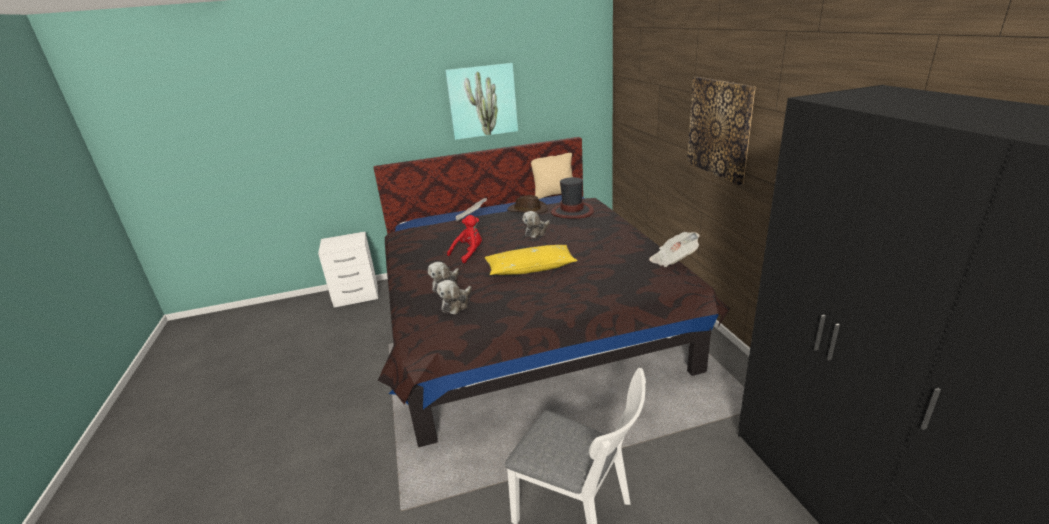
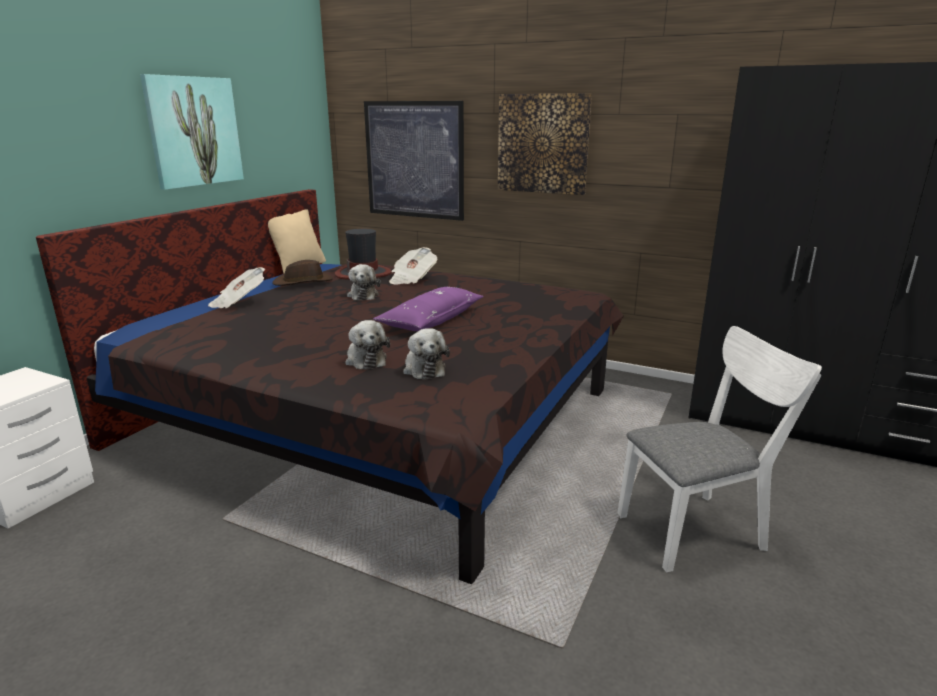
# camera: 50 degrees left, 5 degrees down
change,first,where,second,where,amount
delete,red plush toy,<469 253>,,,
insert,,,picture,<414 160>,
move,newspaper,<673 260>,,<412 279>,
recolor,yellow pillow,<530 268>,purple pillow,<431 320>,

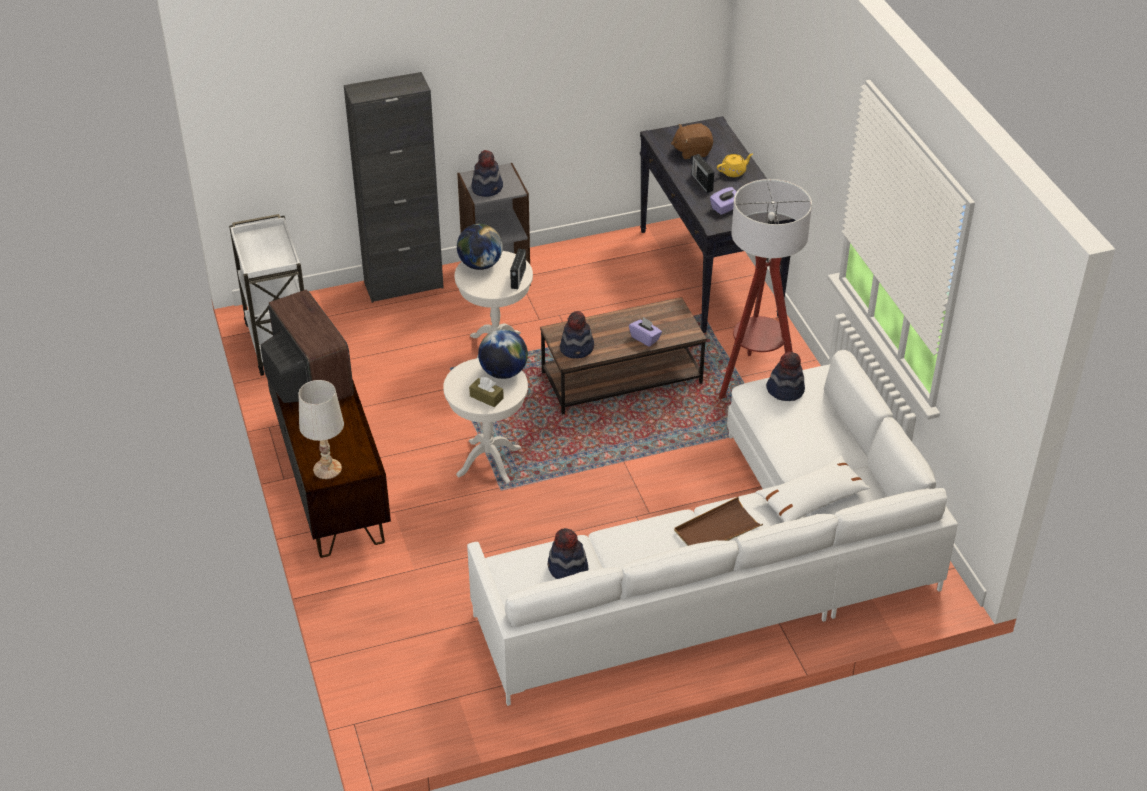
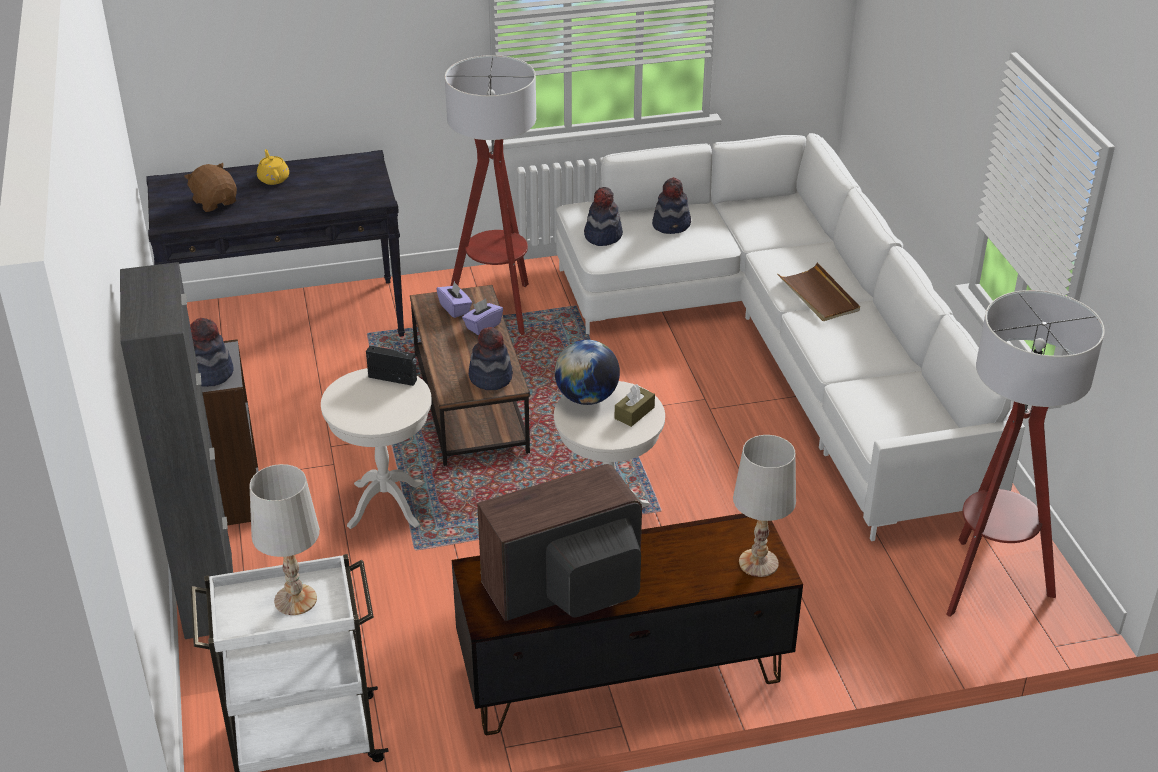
# camera: 85 degrees left, 5 degrees down
change,first,where,second,where,amount
delete,globe,<480 265>,,,
delete,radio,<702 182>,,,
delete,white pillow,<812 498>,,,
insert,,,white table lamp,<295 599>,
insert,,,floor lamp,<987 583>,
move,hat,<567 569>,,<672 225>,
move,purple tissue box,<725 208>,,<455 309>,
rotate,brown plush toy,<692 151>,,<215 202>,150 degrees clockwise

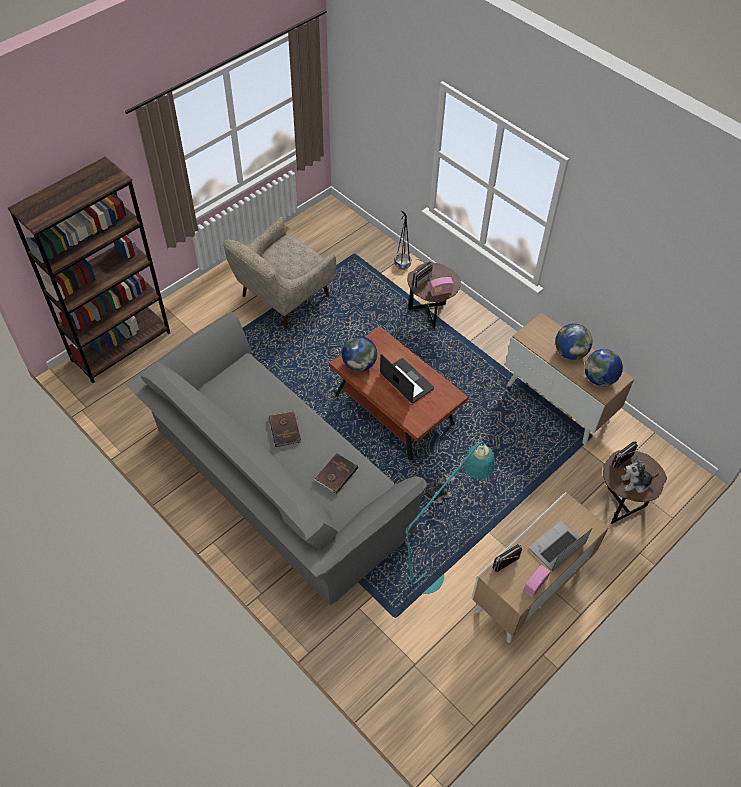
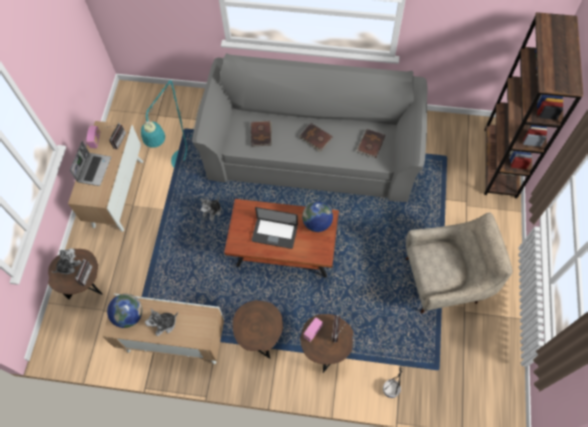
# camera: 145 degrees right, 10 degrees up
change,first,where,second,where,amount
insert,,,brown side table,<260 338>,
insert,,,brown book,<370 144>,
replace,globe,<570 353>,plush toy,<164 324>,
rotate,beige armchair,<282 298>,,<445 280>,75 degrees clockwise

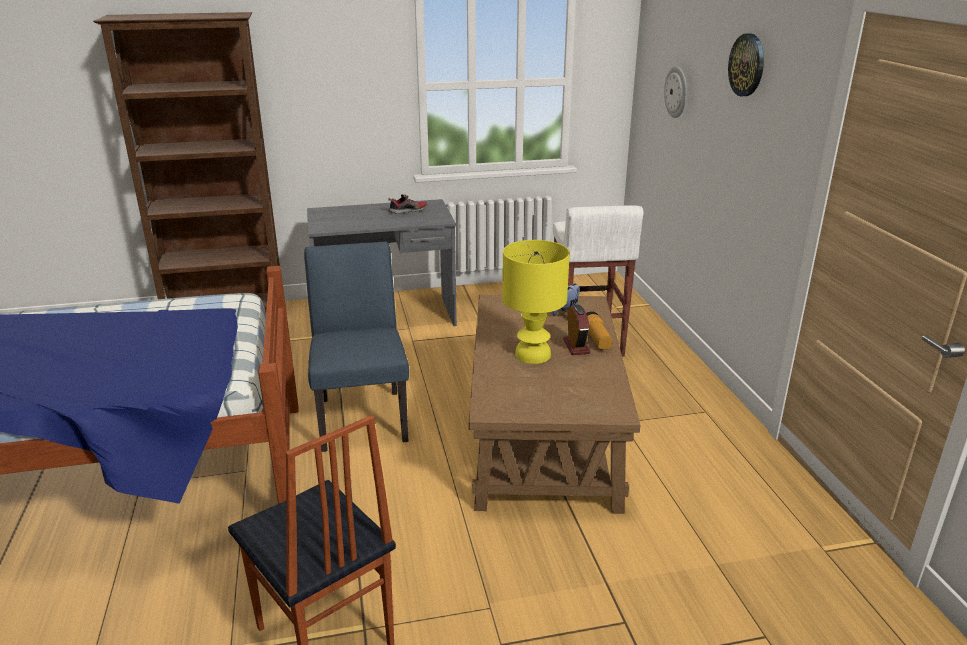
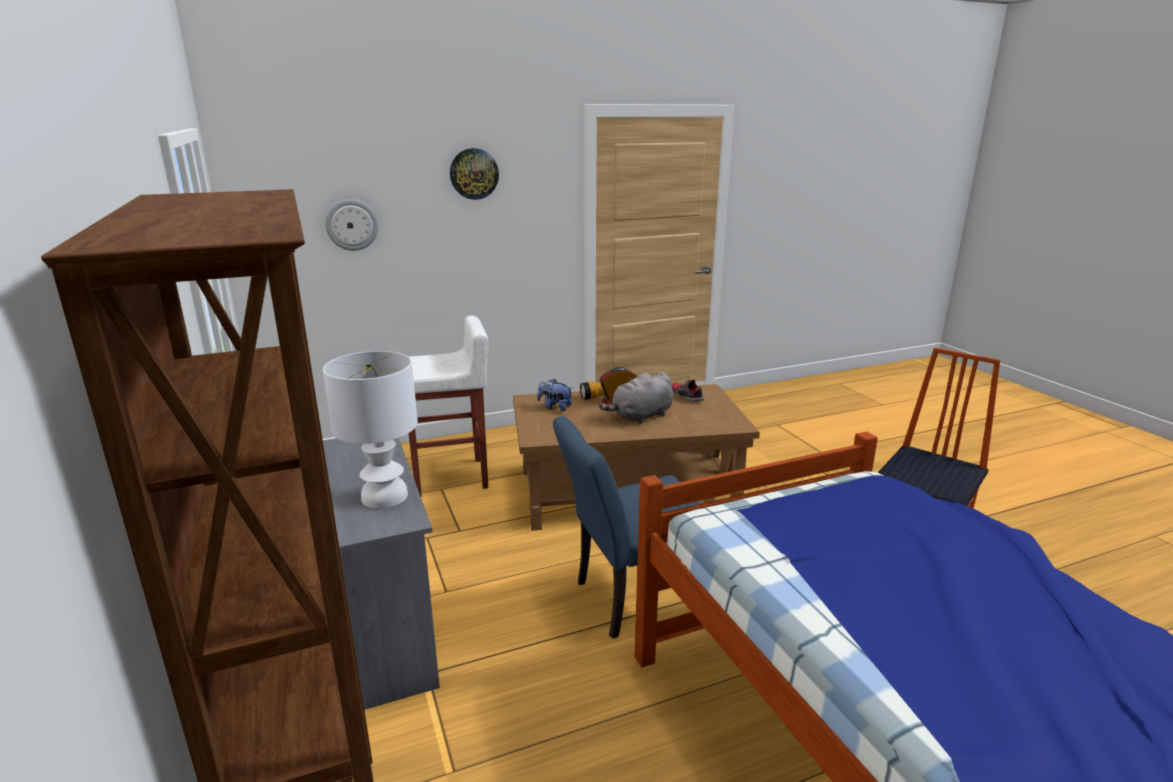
# camera: 100 degrees left, 5 degrees down
change,first,where,second,where,amount
insert,,,white table lamp,<383 496>,
move,shoe,<408 211>,,<686 396>,
replace,yellow table lamp,<532 354>,grey plush toy,<640 417>,

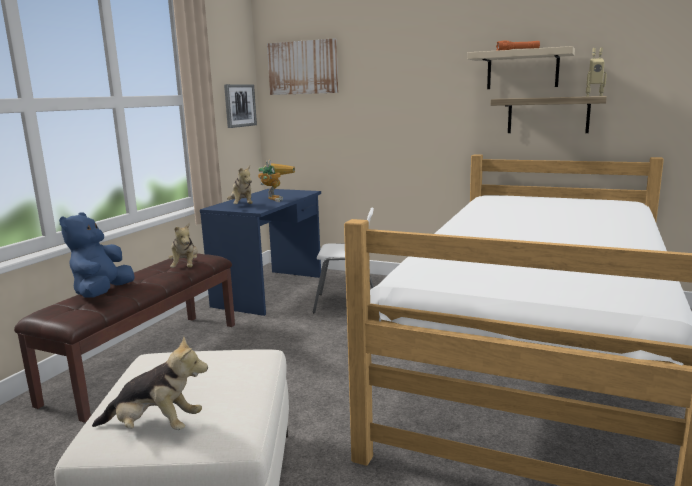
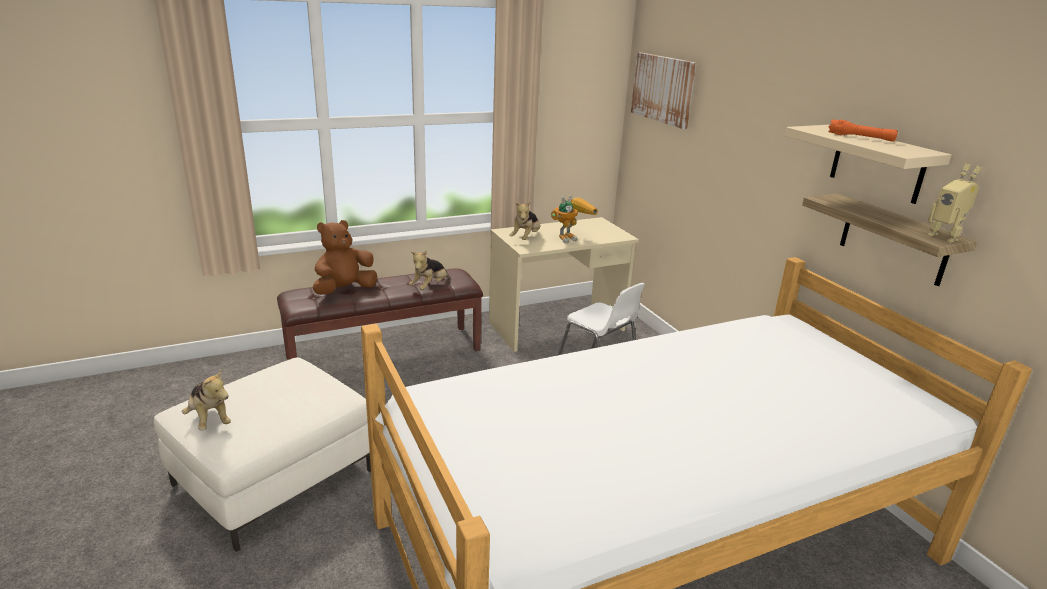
# camera: 40 degrees right, 10 degrees up
change,first,where,second,where,amount
delete,picture,<239 105>,,,
recolor,blue plush toy,<102 294>,brown plush toy,<344 290>,
recolor,blue desk,<270 291>,beige desk,<557 327>,

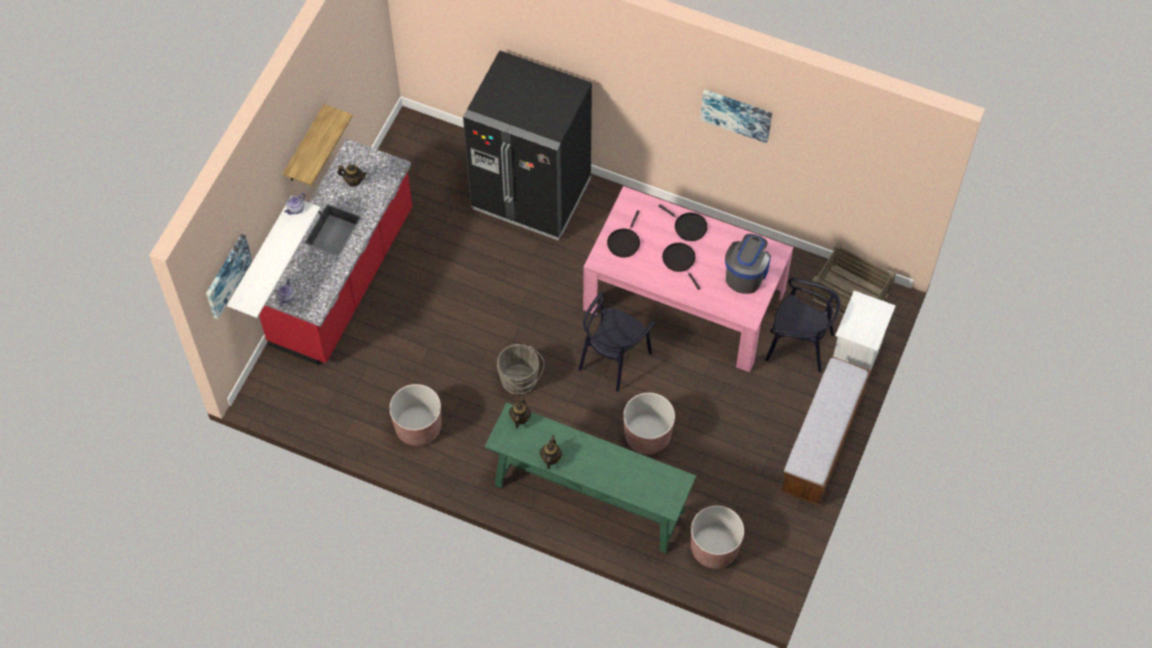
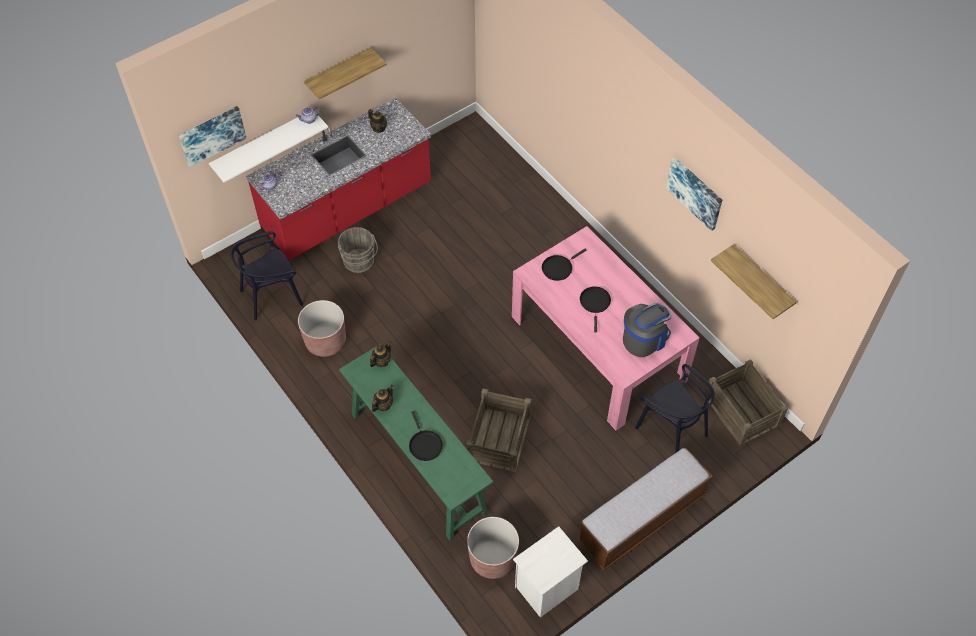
# camera: 30 degrees right, 5 degrees down
change,first,where,second,where,amount
delete,black fridge,<531 195>,,,
insert,,,shelf,<762 280>,
move,grey bucket,<520 381>,,<359 262>,
move,black chair,<613 358>,,<271 295>,
move,black frying pan,<688 227>,,<424 444>,
move,white nightstand,<857 355>,,<547 588>,
replace,brown planter,<647 435>,crate,<498 438>,

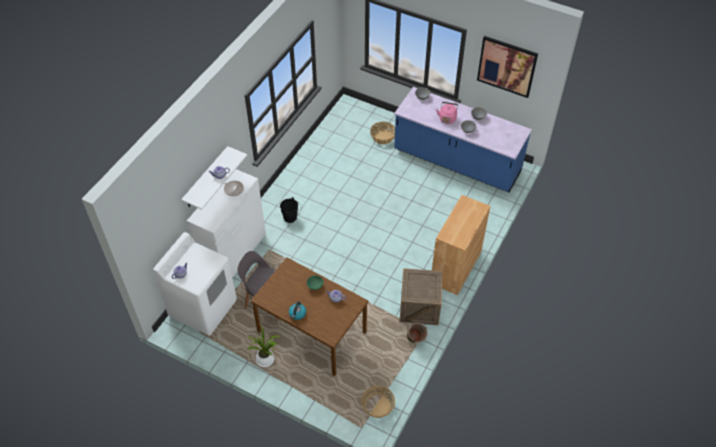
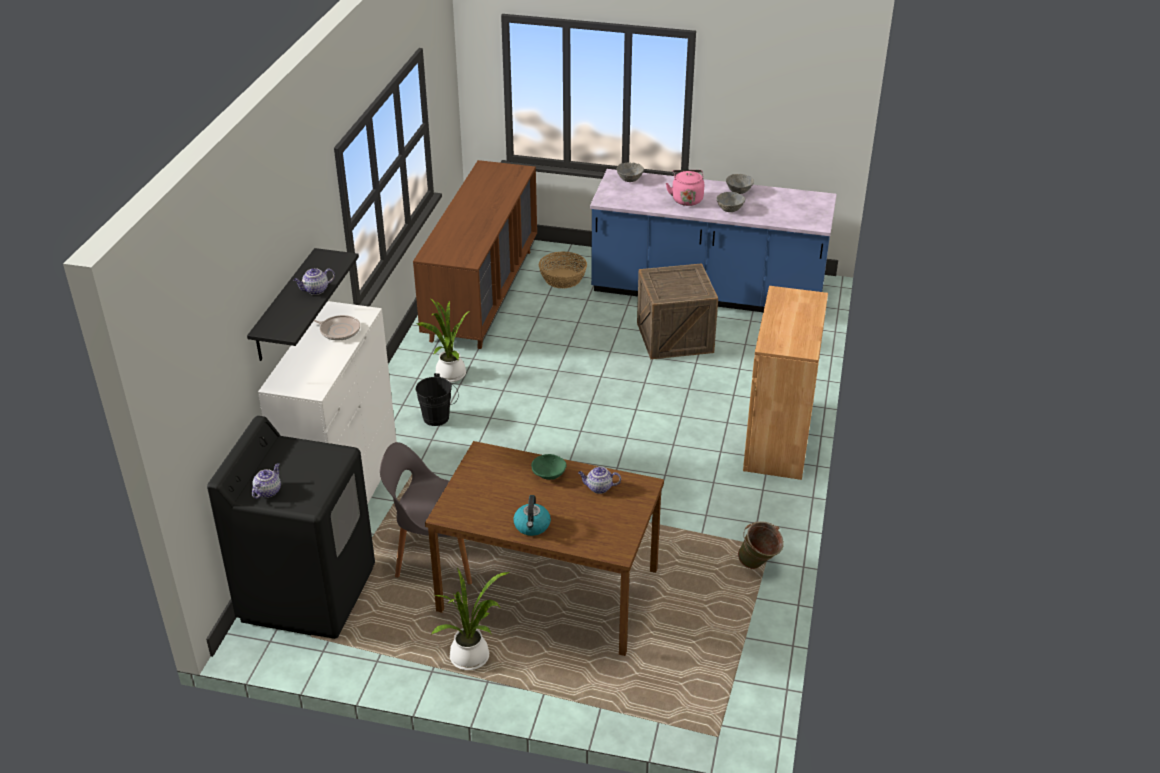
# camera: 15 degrees left, 15 degrees down
change,first,where,second,where,amount
delete,basket,<377 406>,,,
delete,picture,<506 66>,,,
insert,,,brown dresser,<482 294>,
insert,,,potted plant,<449 376>,
move,crate,<419 307>,,<674 337>,
recolor,white washing machine,<203 308>,black washing machine,<308 593>,
recolor,white shelf,<206 178>,black shelf,<284 306>,

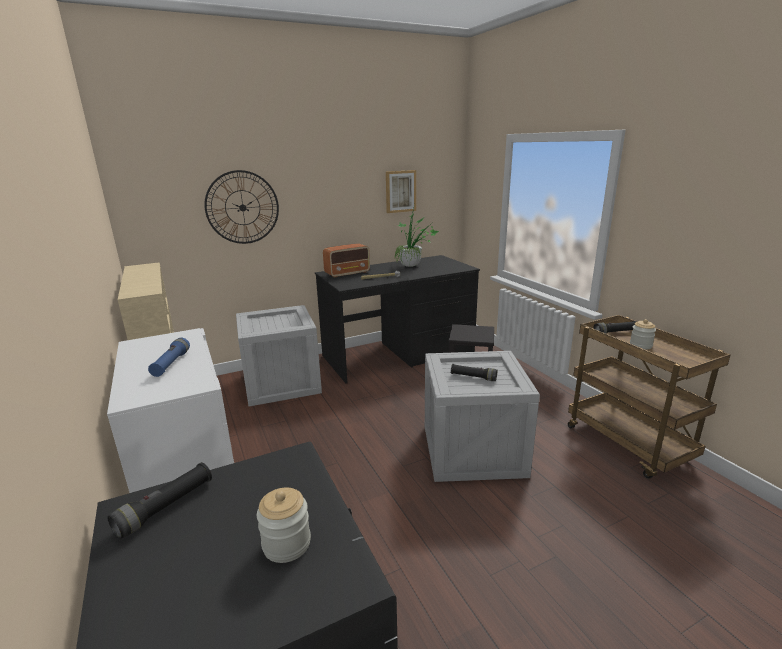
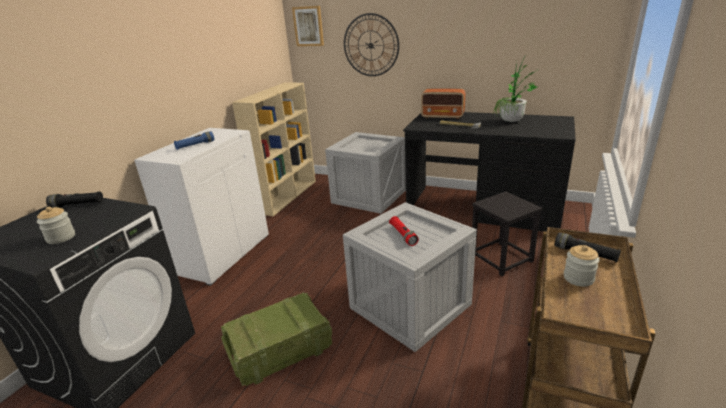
# camera: 50 degrees right, 5 degrees up
change,first,where,second,where,amount
insert,,,crate,<278 351>,
move,picture,<400 191>,,<308 26>,
recolor,black flashlight,<473 377>,red flashlight,<403 235>,

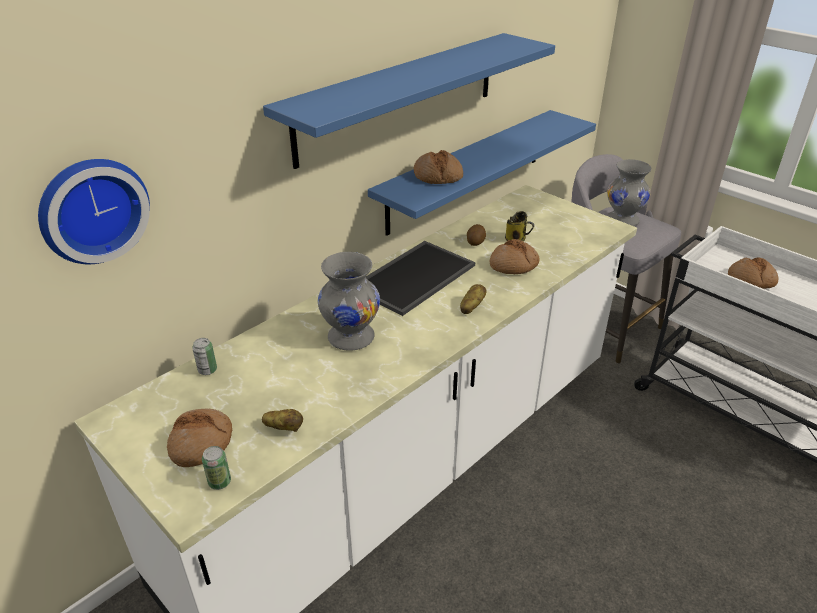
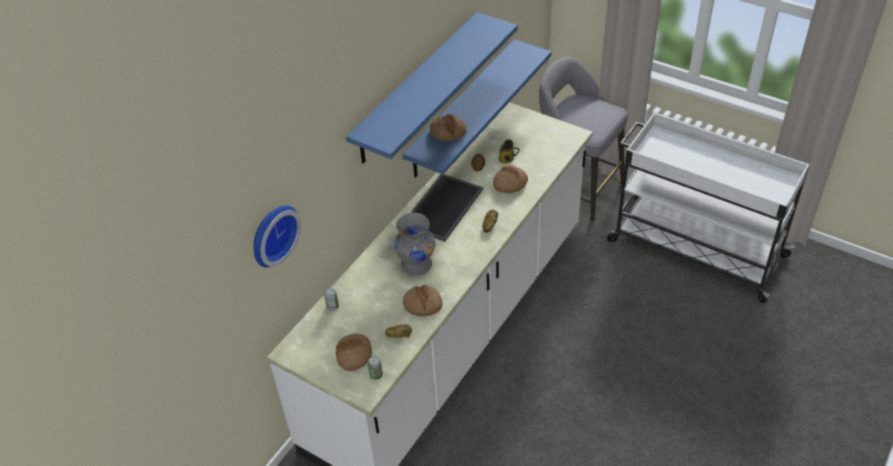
# camera: 10 degrees left, 10 degrees up
change,first,where,second,where,amount
delete,grey vase,<622 220>,,,
move,bread,<751 280>,,<422 305>,

